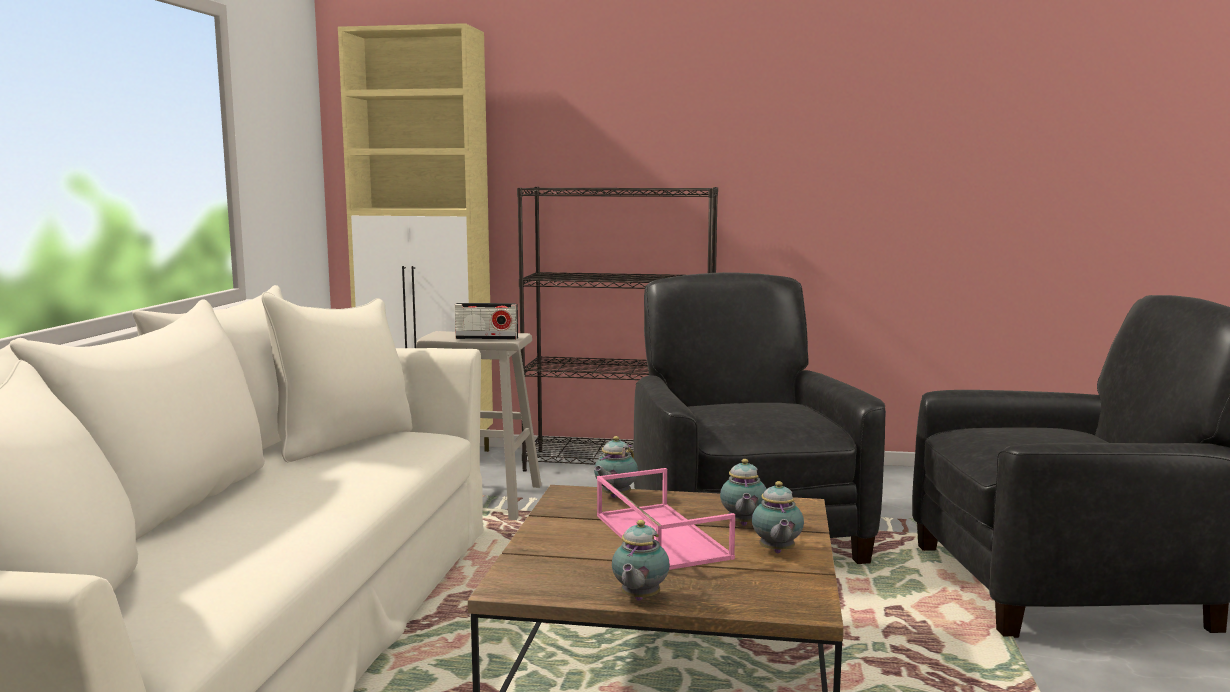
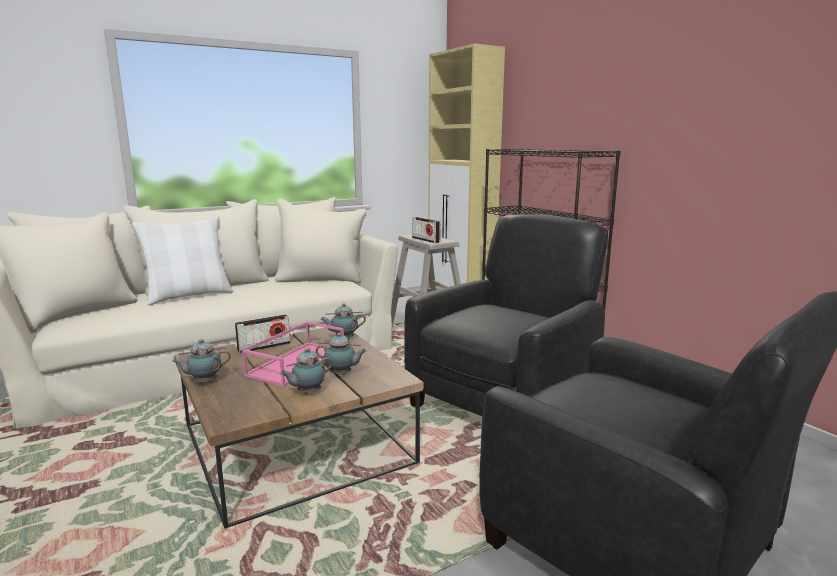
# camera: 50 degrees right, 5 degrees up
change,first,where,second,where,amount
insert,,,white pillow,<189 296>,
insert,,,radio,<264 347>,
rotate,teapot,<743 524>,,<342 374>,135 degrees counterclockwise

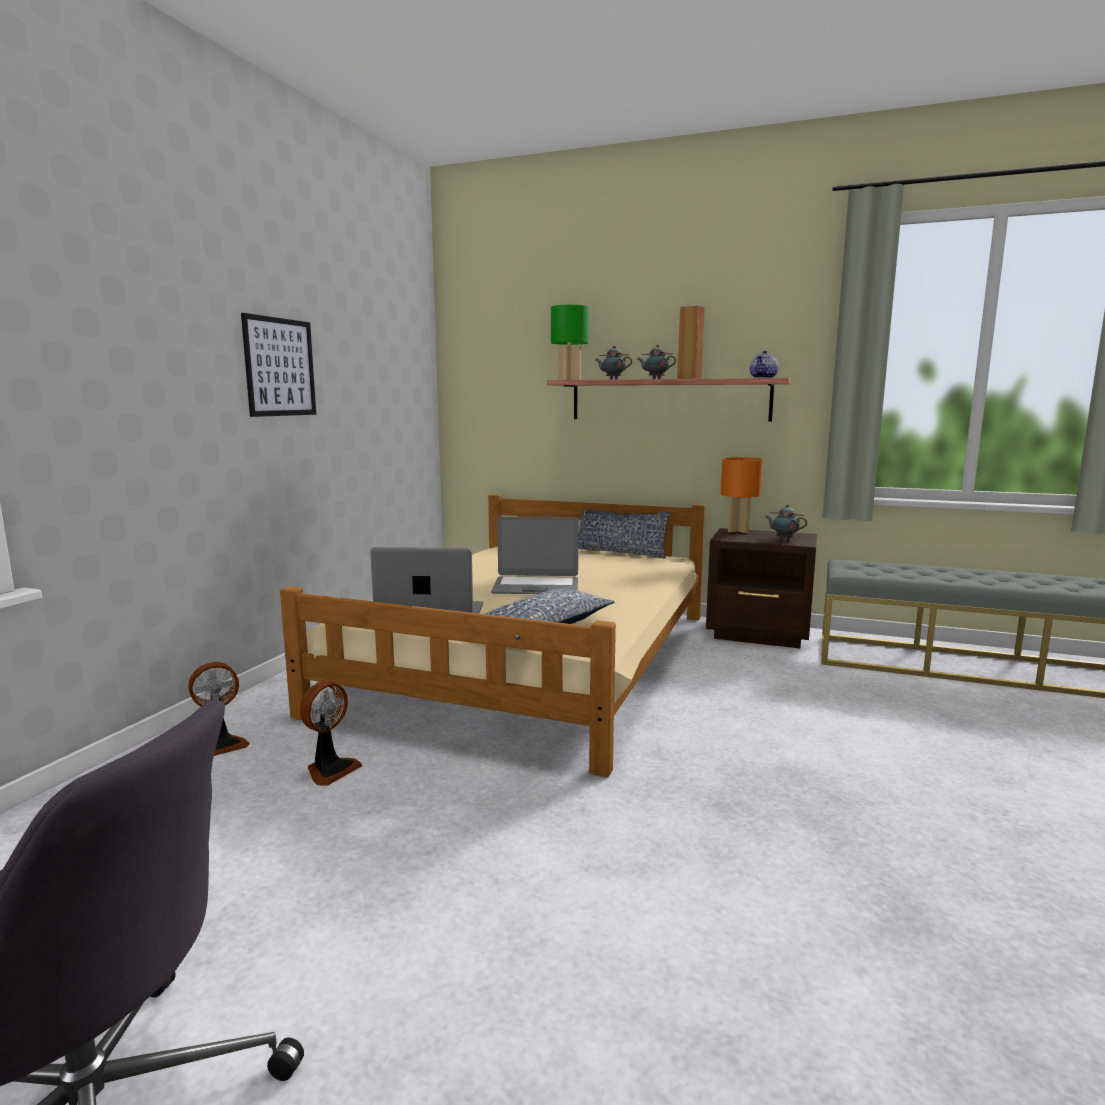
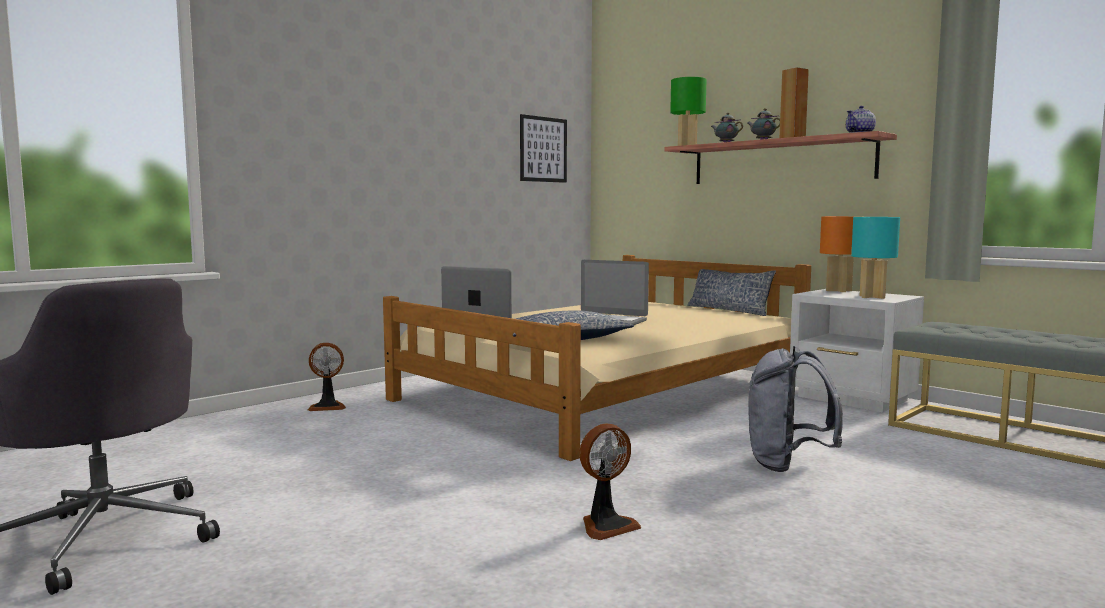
# camera: 25 degrees right, 5 degrees down
change,first,where,second,where,amount
insert,,,grey backpack,<787 465>,
move,picture,<280 367>,,<543 149>,
move,fan,<330 770>,,<606 525>,
replace,teapot,<783 539>,turquoise table lamp,<872 297>,
recolor,brown nightstand,<760 635>,white nightstand,<852 399>,

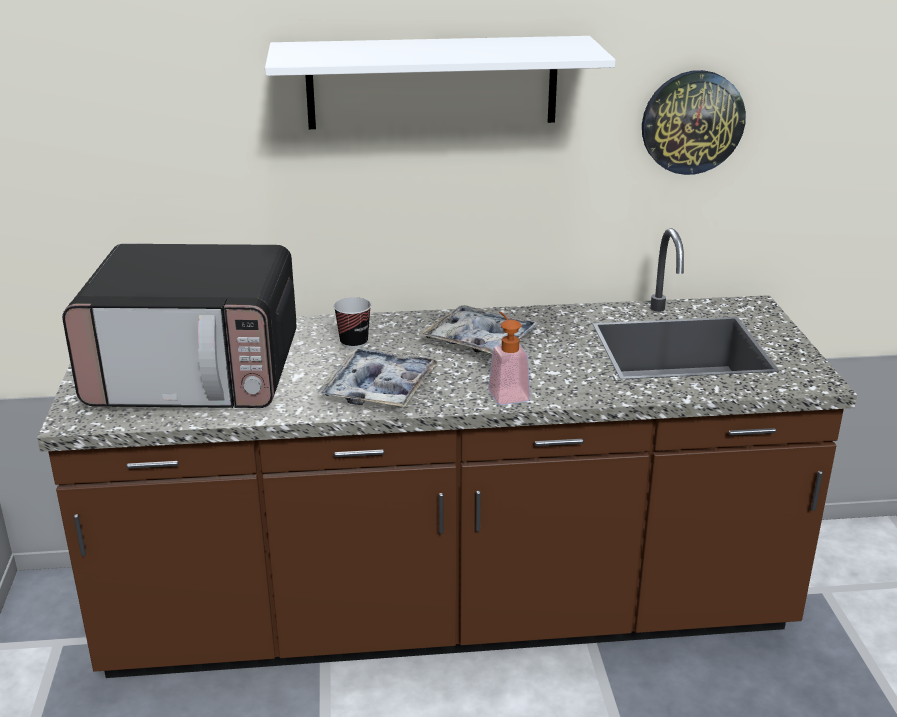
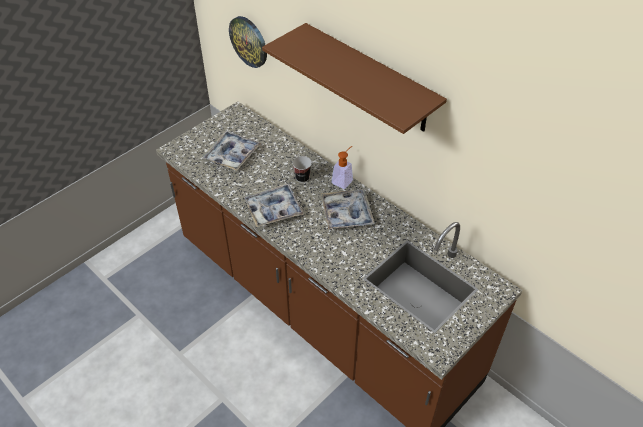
# camera: 50 degrees right, 20 degrees up
change,first,where,second,where,amount
move,soap dispenser,<506 392>,,<344 180>,
move,wall clock,<692 122>,,<249 41>,
replace,microwave,<197 375>,tray,<232 155>,
recolor,white shelf,<432 82>,brown shelf,<370 78>,

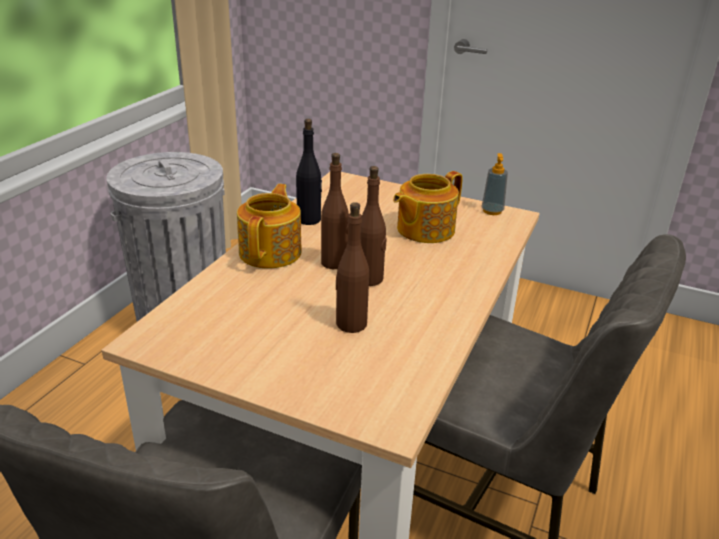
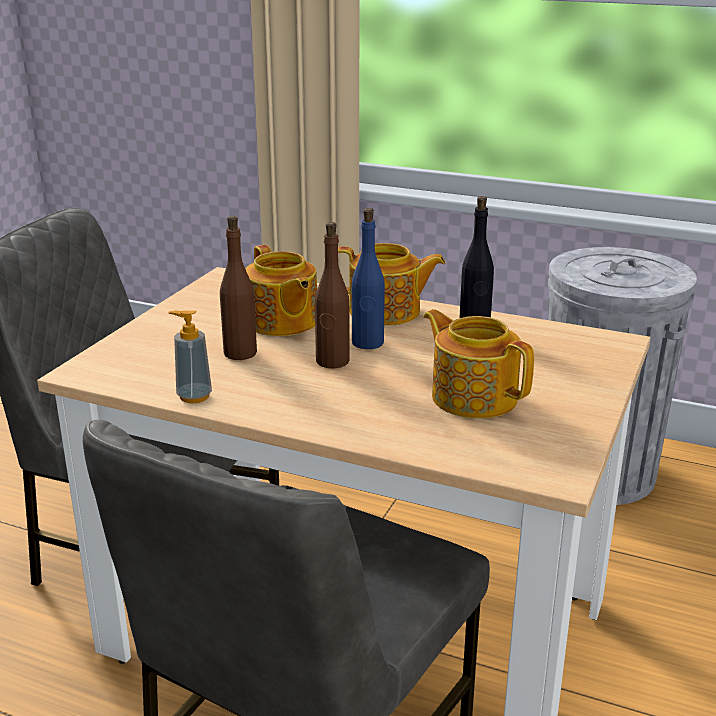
# camera: 90 degrees right, 5 degrees down
change,first,where,second,where,amount
insert,,,teapot,<281 322>,
move,soap dispenser,<492 211>,,<194 396>,
recolor,brown bottle,<335 263>,blue bottle,<367 343>,

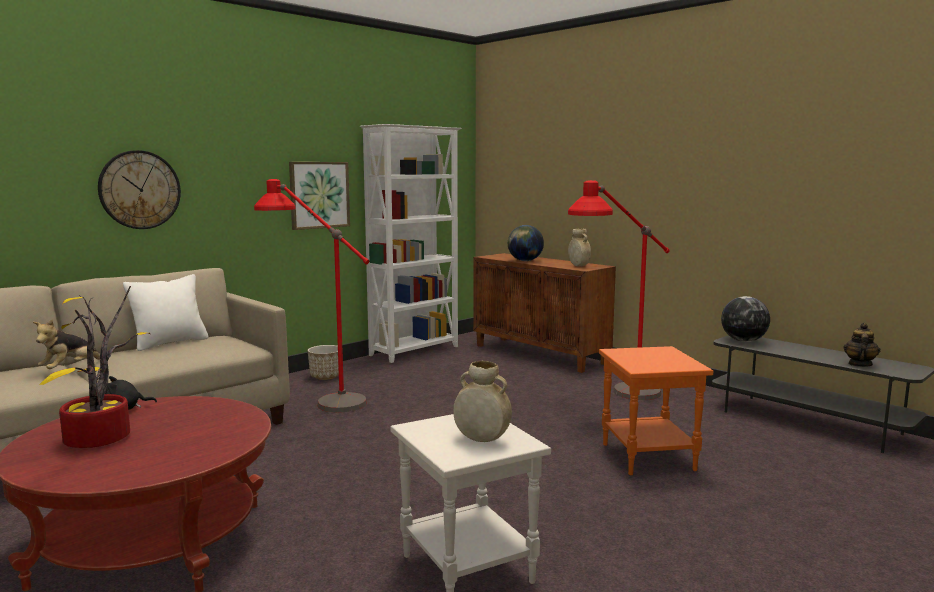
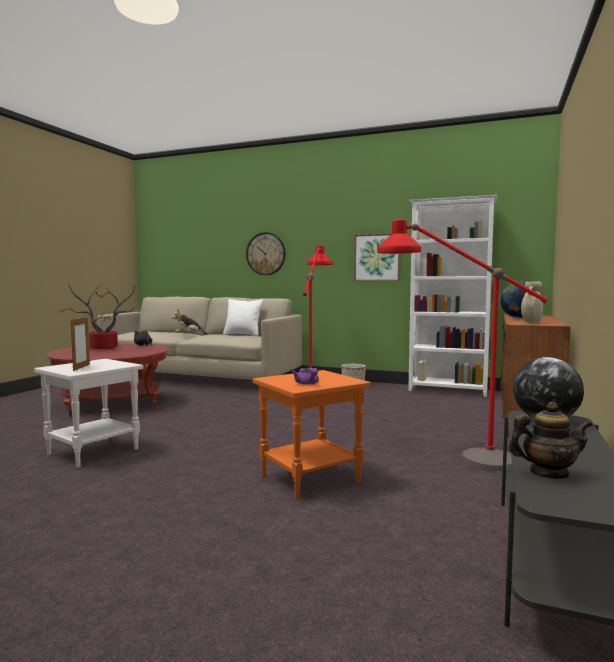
# camera: 65 degrees right, 5 degrees down
change,first,where,second,where,amount
insert,,,purple teapot,<307 384>,
replace,beige vase,<481 440>,picture frame,<81 367>,

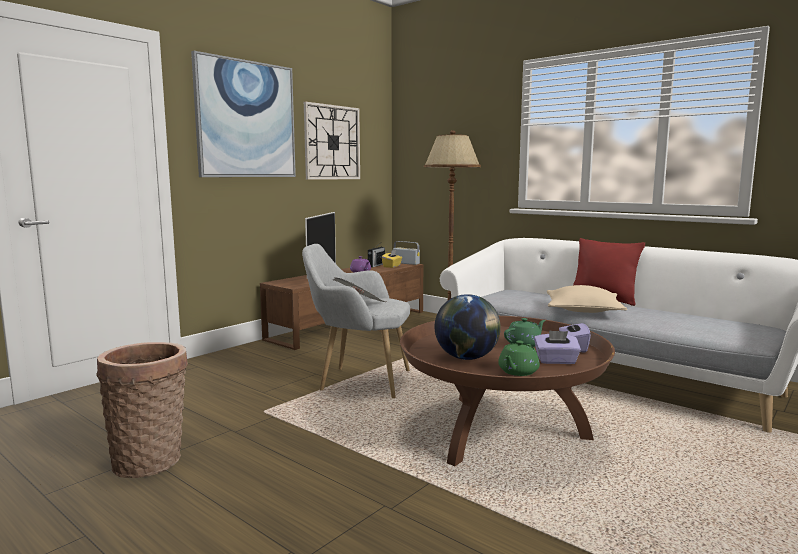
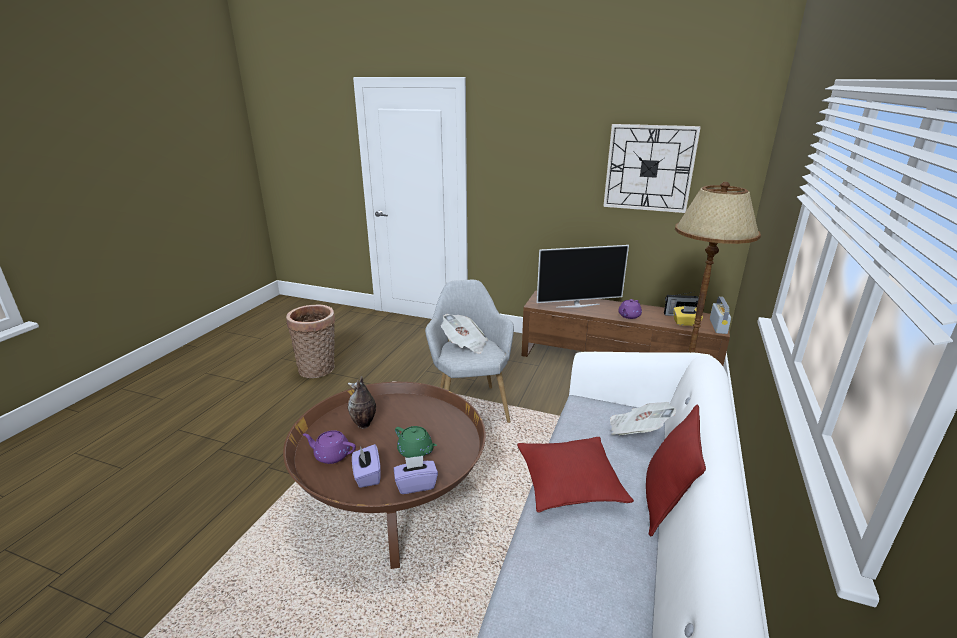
# camera: 70 degrees right, 15 degrees up
change,first,where,second,where,amount
delete,picture,<246 119>,,,
insert,,,newspaper,<637 431>,
replace,globe,<467 358>,vase,<364 424>,
recolor,green teapot,<517 372>,purple teapot,<331 455>,
recolor,beige pillow,<583 310>,red pillow,<570 482>,

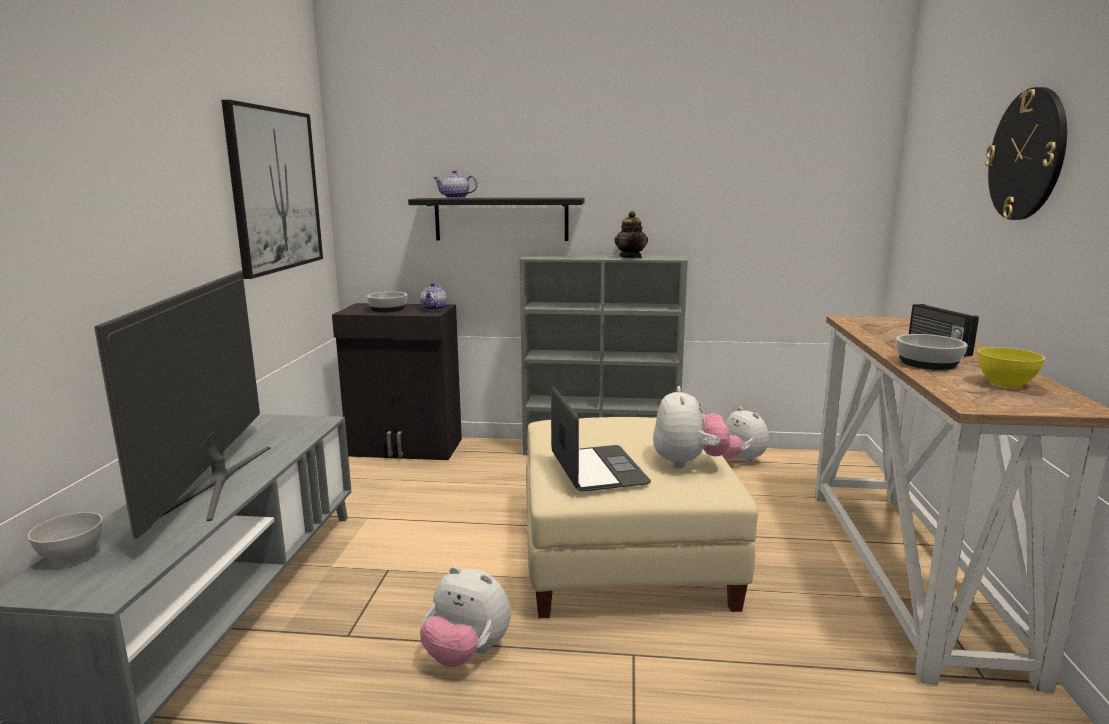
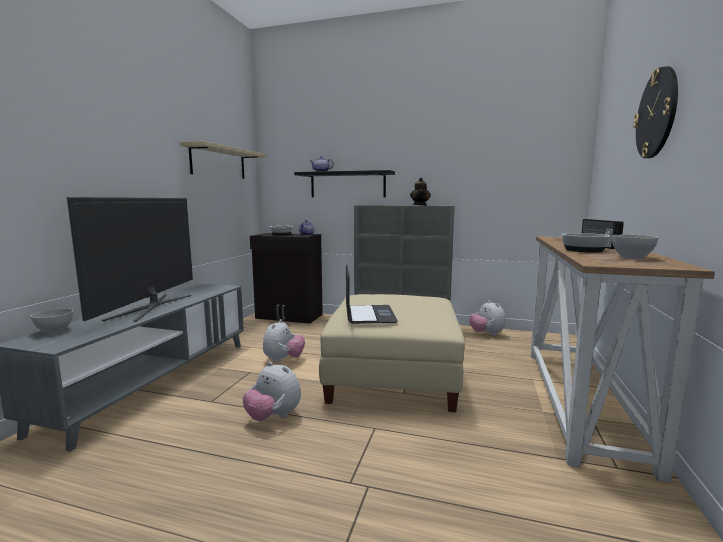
# camera: 10 degrees right, 5 degrees down
change,first,where,second,where,amount
move,plush toy,<688 463>,,<283 360>,
replace,picture,<275 190>,beige shelf,<218 163>,
recolor,yellow bowl,<1005 384>,grey bowl,<631 257>,

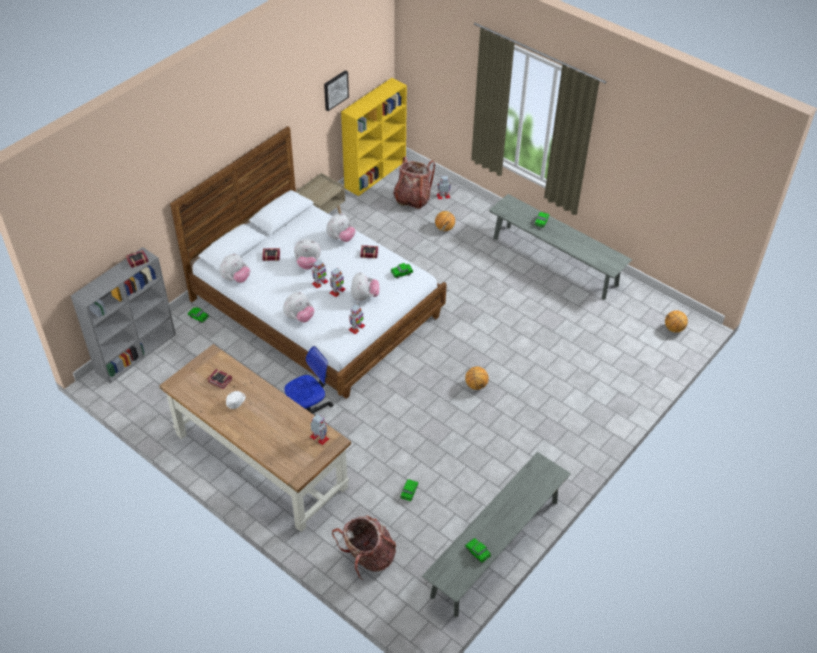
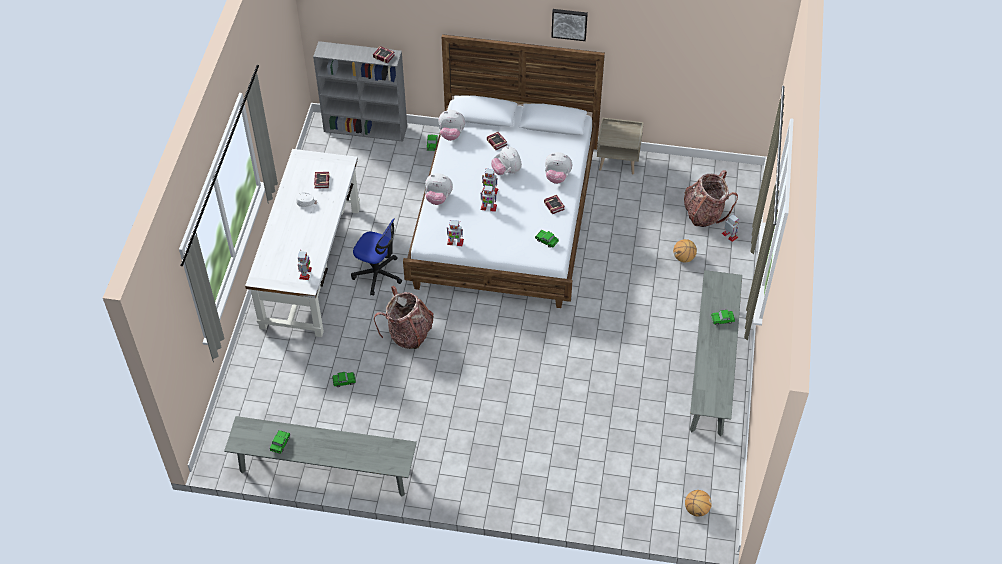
# camera: 60 degrees right, 5 degrees up
change,first,where,second,where,amount
delete,yellow bookcase,<375 174>,,,
delete,plush toy,<364 297>,,,
delete,basketball,<476 385>,,,
move,picture,<335 90>,,<569 23>,
move,backpack,<368 557>,,<408 334>,
recolor,brown desk,<259 460>,white desk,<311 265>,

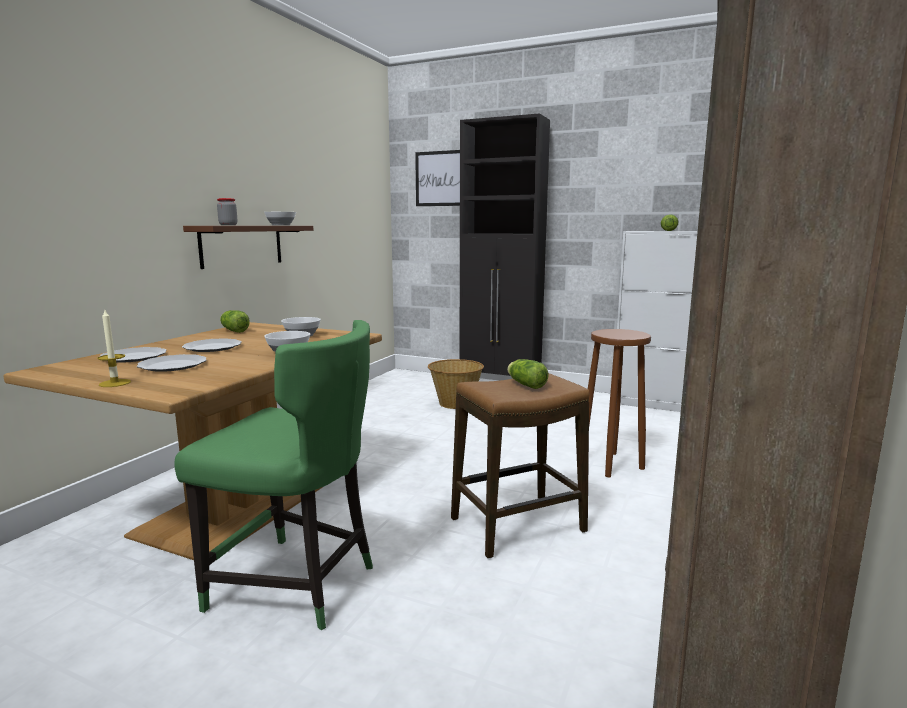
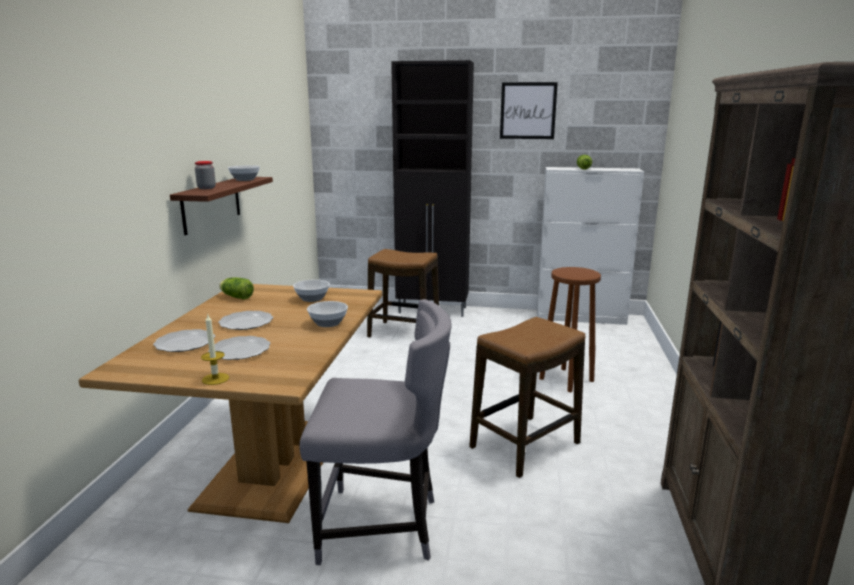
# camera: 15 degrees left, 5 degrees up
change,first,where,second,where,amount
delete,lettuce,<525 384>,,,
move,picture,<439 178>,,<528 111>,
replace,basket,<455 403>,stool,<403 333>,
recolor,green chair,<297 585>,grey chair,<382 527>,

